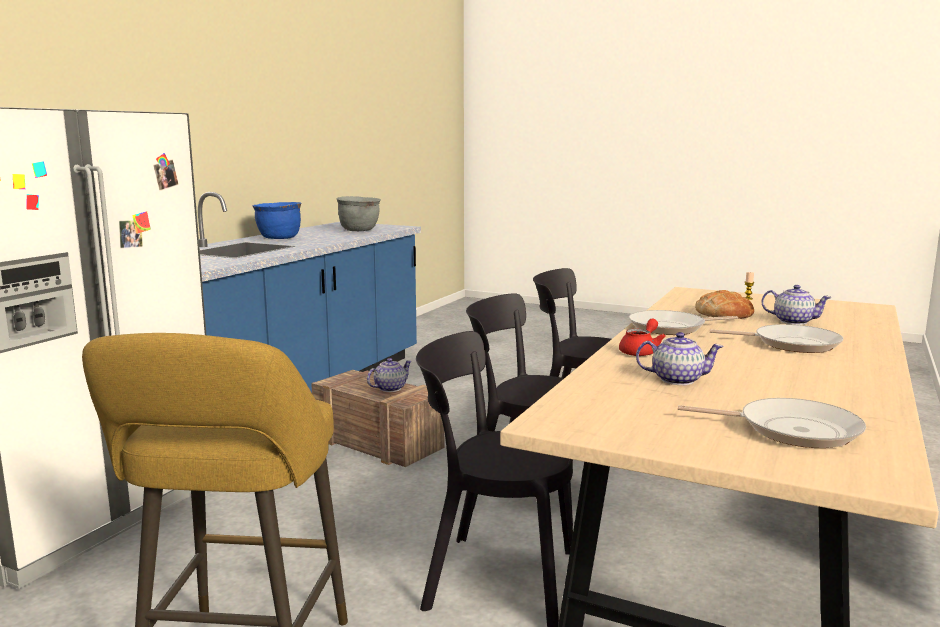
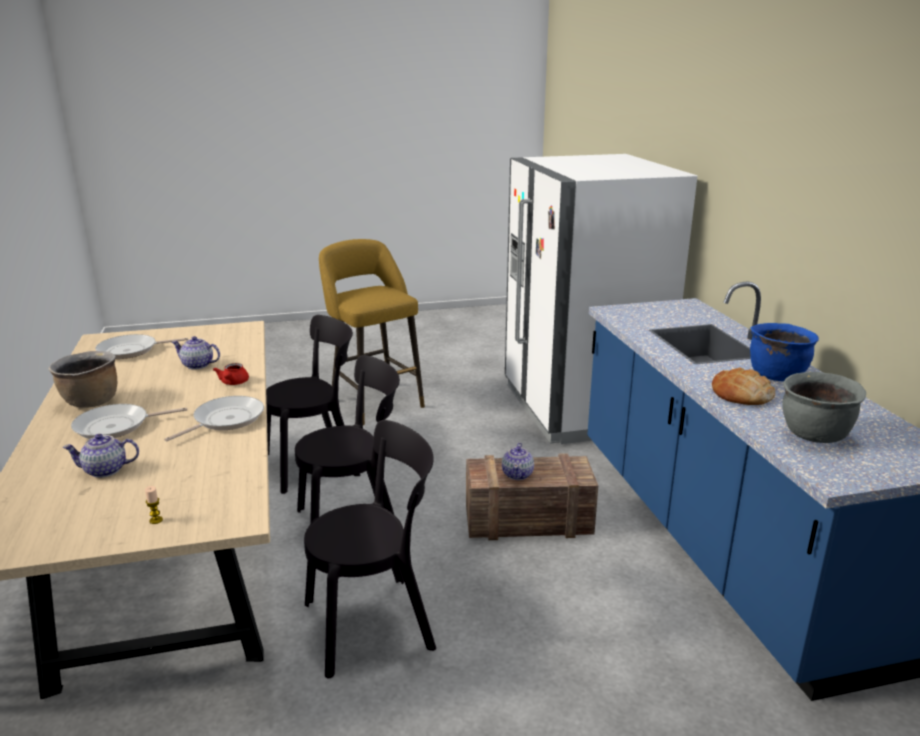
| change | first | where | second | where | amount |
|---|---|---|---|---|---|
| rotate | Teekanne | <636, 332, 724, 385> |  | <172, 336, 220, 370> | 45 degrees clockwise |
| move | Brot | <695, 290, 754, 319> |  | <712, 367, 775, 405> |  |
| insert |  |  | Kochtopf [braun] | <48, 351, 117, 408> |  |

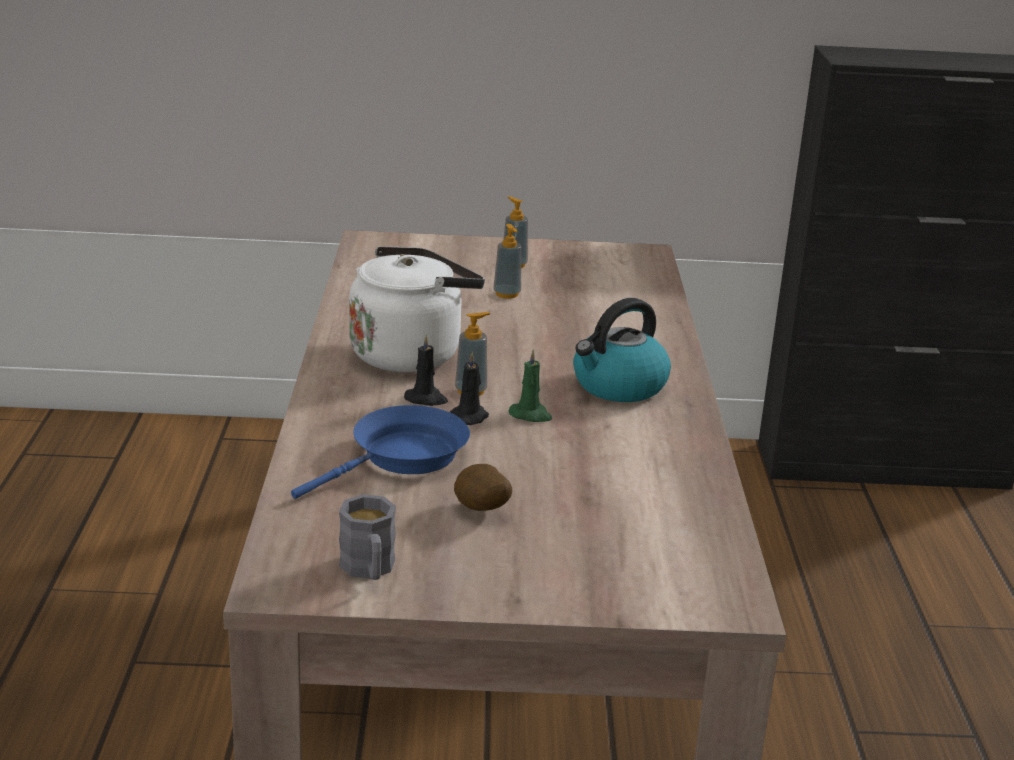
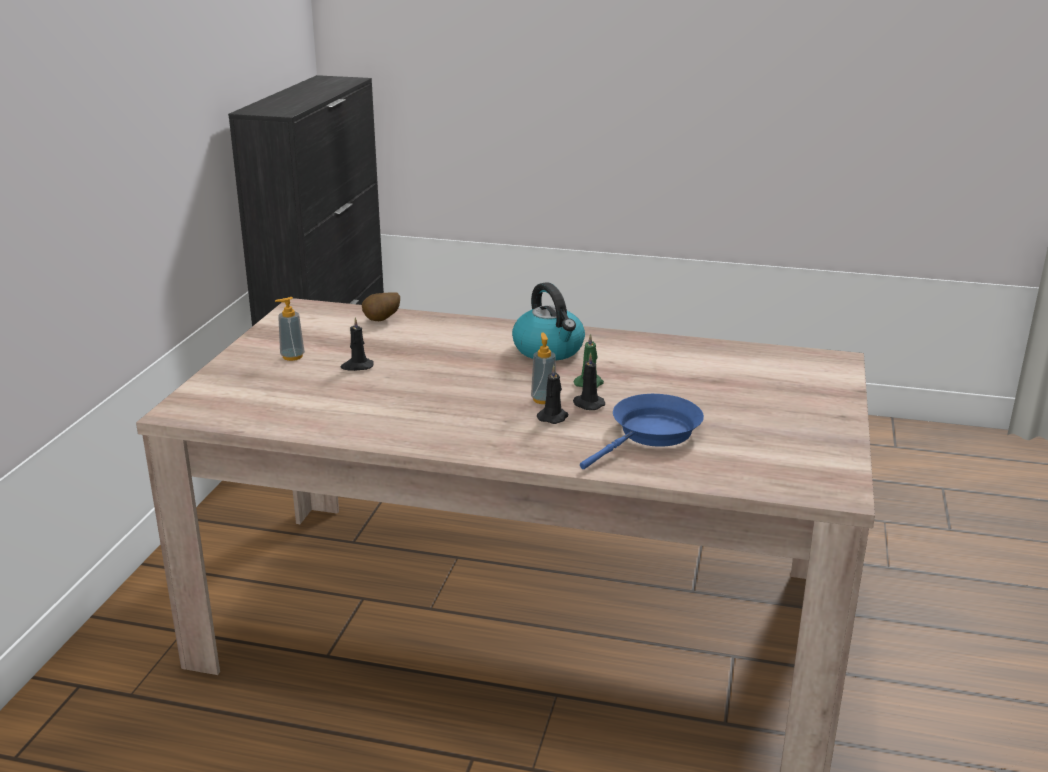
| change | first | where | second | where | amount |
|---|---|---|---|---|---|
| rotate | Pfanne [blau] | <291, 405, 470, 499> |  | <580, 394, 704, 469> | 75 degrees clockwise |
| delete | Henkelbecher [grau] | <339, 494, 396, 580> |  |  |  |
| delete | Wasserkessel [weiß] | <349, 246, 485, 372> |  |  |  |
| move | Kartoffel | <454, 464, 512, 511> |  | <362, 292, 400, 321> |  |
| replace | Seifenspender | <493, 224, 521, 299> | Kerze [schwarz] | <341, 317, 374, 371> |  |

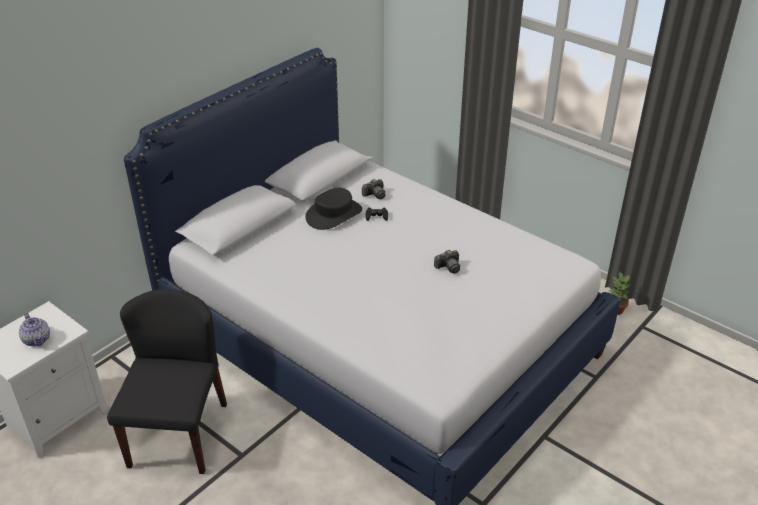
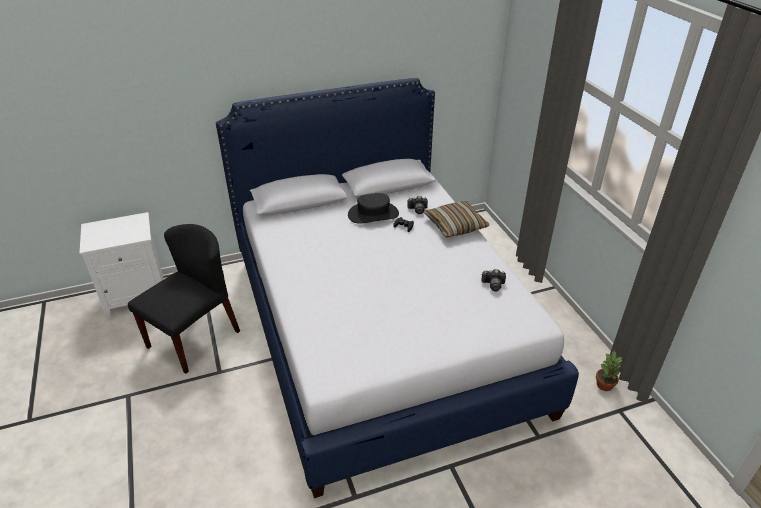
| change | first | where | second | where | amount |
|---|---|---|---|---|---|
| delete | Teekanne | <19, 313, 50, 346> |  |  |  |
| move | Kamera | <434, 250, 460, 274> |  | <481, 269, 506, 291> |  |
| insert |  |  | Kissen | <424, 201, 489, 238> |  |

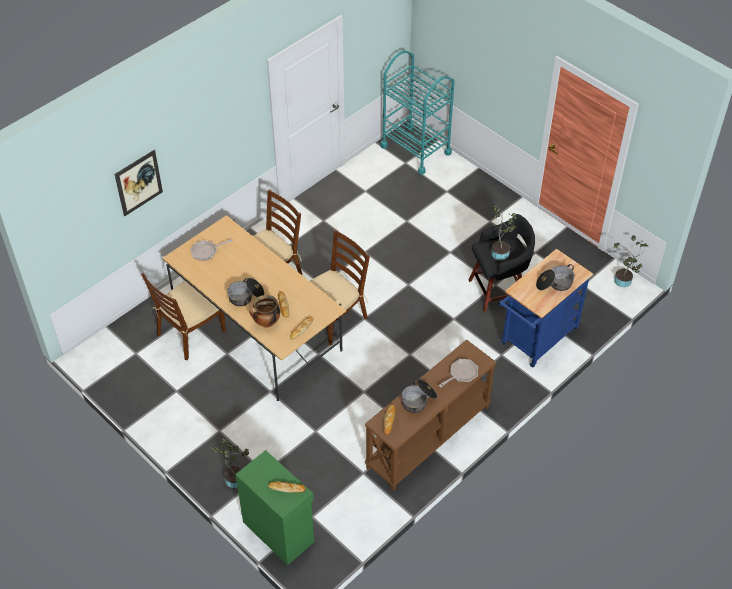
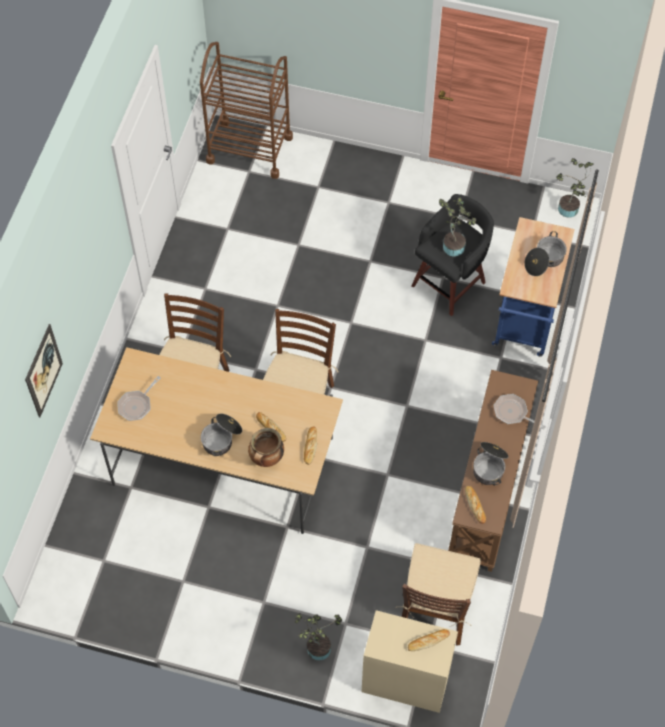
| change | first | where | second | where | amount |
|---|---|---|---|---|---|
| move | Stuhl [braun] | <141, 273, 226, 360> |  | <395, 543, 481, 646> |  |
| recolor | Schrank [grün] | <235, 450, 314, 565> | Schrank [beige] | <361, 610, 458, 713> |  |
| recolor | Rollwagen [türkis] | <380, 50, 455, 175> | Rollwagen [braun] | <200, 42, 293, 179> |  |
| rotate | Pfanne | <439, 359, 478, 387> |  | <493, 394, 546, 430> | 75 degrees counterclockwise |

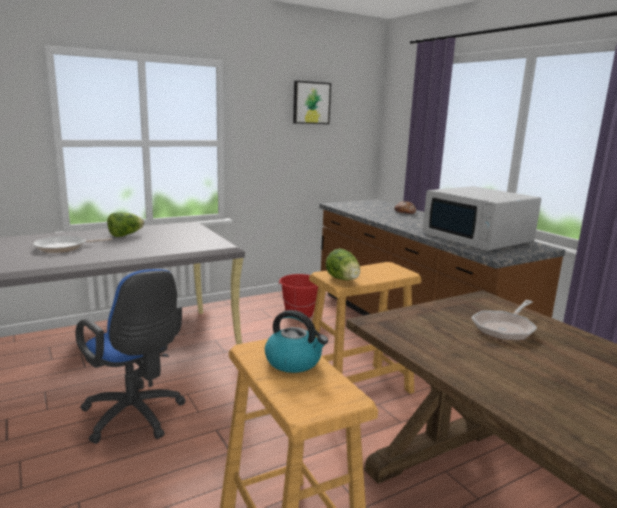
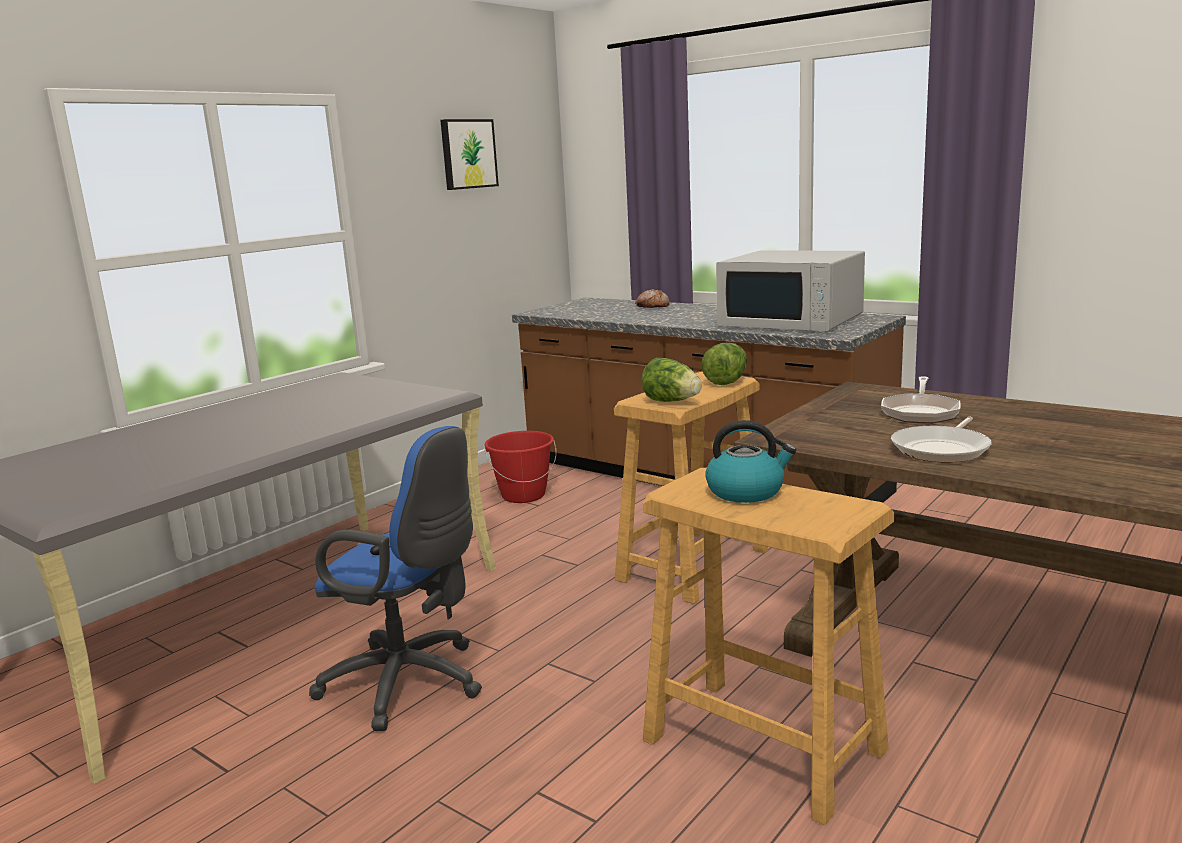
| change | first | where | second | where | amount |
|---|---|---|---|---|---|
| move | Pfanne | <33, 236, 112, 253> |  | <891, 416, 992, 463> |  |
| move | Salatkopf | <107, 212, 144, 237> |  | <701, 343, 747, 385> |  |

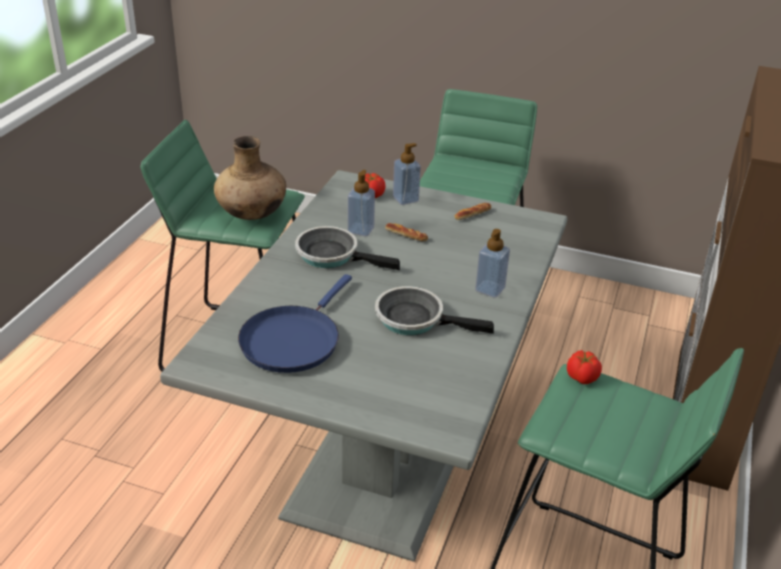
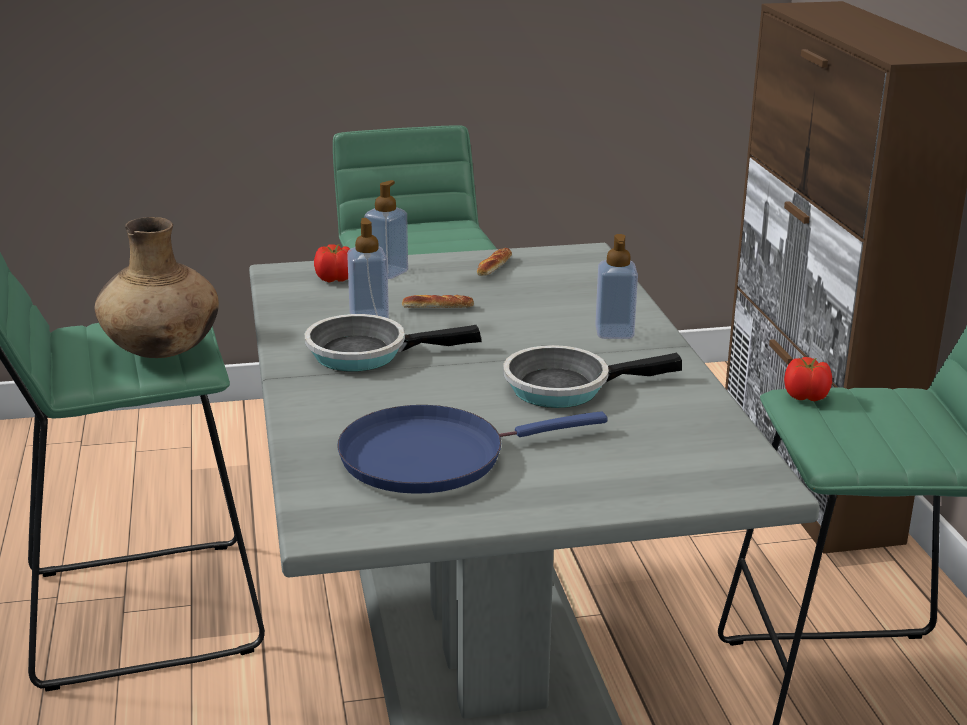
| change | first | where | second | where | amount |
|---|---|---|---|---|---|
| rotate | Pfanne [blau] | <238, 274, 352, 373> |  | <337, 405, 607, 494> | 75 degrees clockwise |

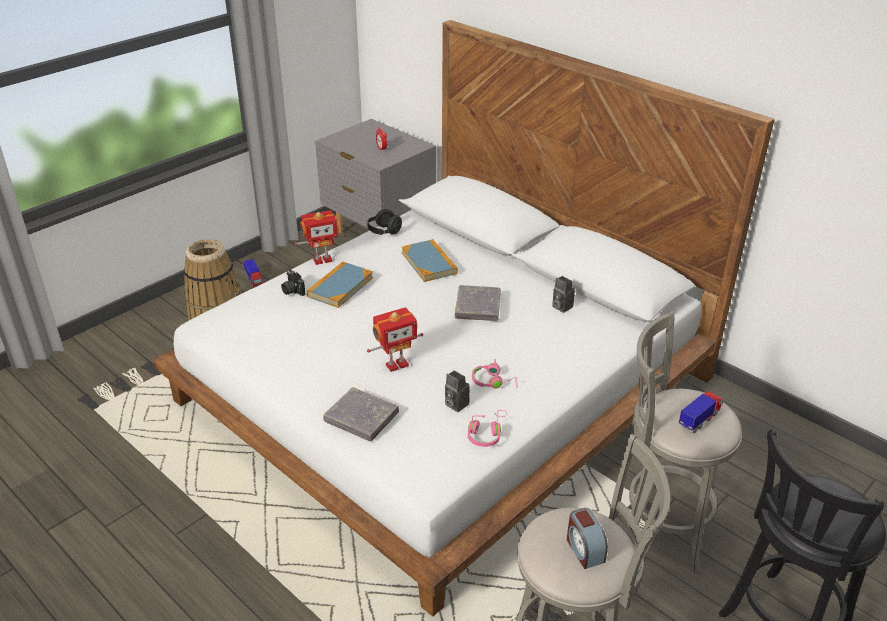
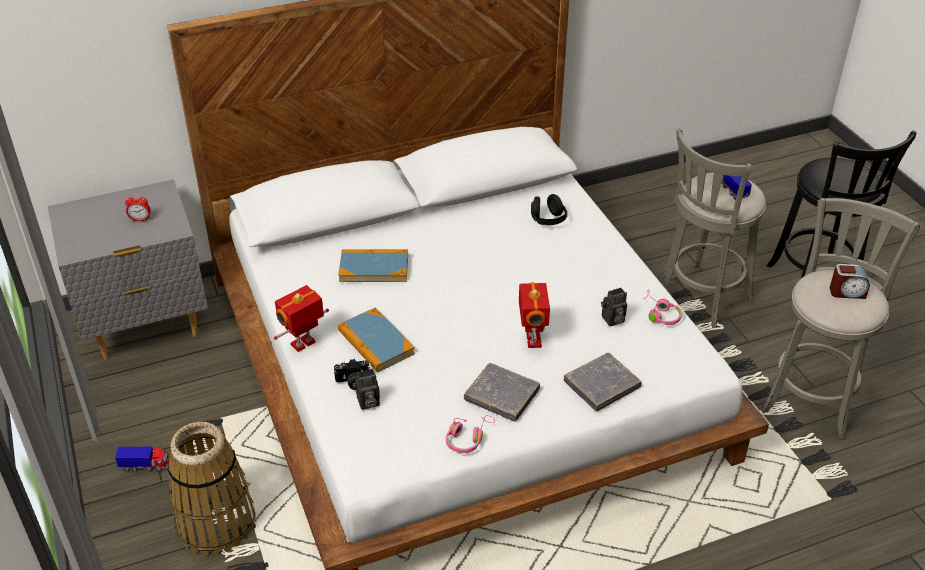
| change | first | where | second | where | amount |
|---|---|---|---|---|---|
| rotate | Spielzeugroboter | <295, 210, 346, 265> |  | <274, 285, 329, 352> | 135 degrees counterclockwise |
| move | Kopfhörer [schwarz] | <366, 209, 402, 235> |  | <531, 194, 568, 225> |  |
| move | Buch [grau] | <455, 285, 501, 321> |  | <464, 363, 540, 422> |  |
| move | Kopfhörer [rosa] | <472, 359, 518, 389> |  | <446, 415, 495, 453> |  |
| move | Kamera | <552, 276, 575, 313> |  | <353, 369, 380, 410> |  |

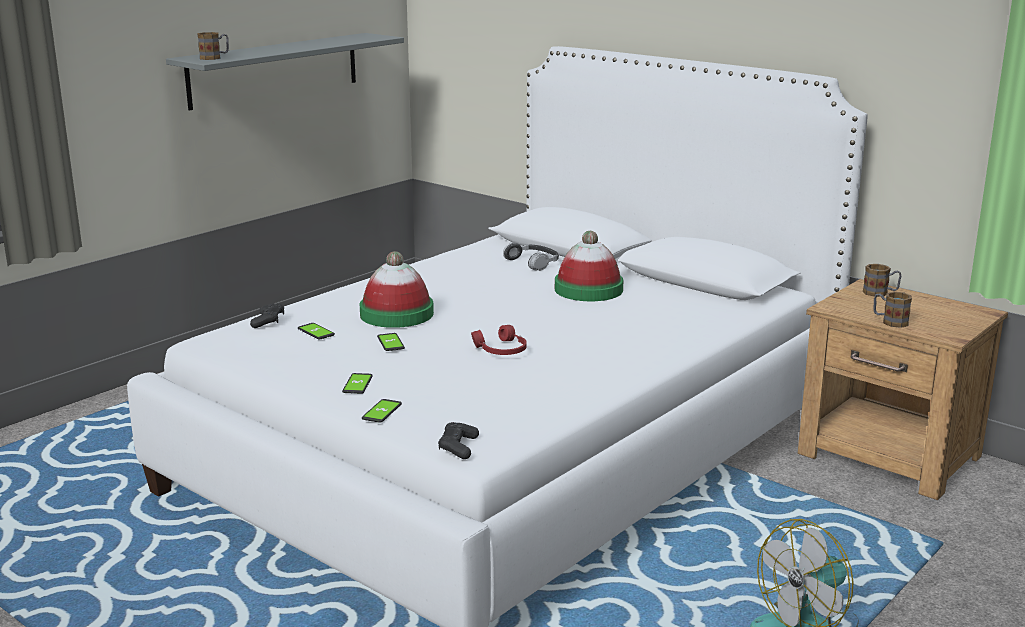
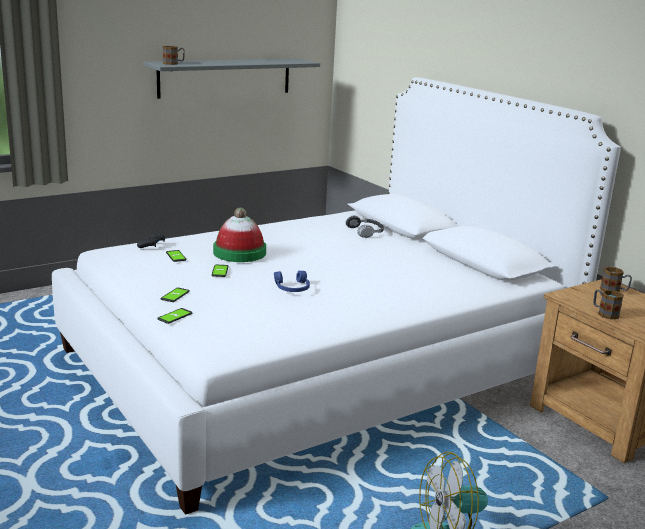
| change | first | where | second | where | amount |
|---|---|---|---|---|---|
| delete | Gamepad [schwarz] | <438, 422, 479, 459> |  |  |  |
| recolor | Kopfhörer [rot] | <471, 325, 527, 355> | Kopfhörer [blau] | <274, 271, 310, 292> |  |
| delete | Hut | <555, 231, 624, 301> |  |  |  |

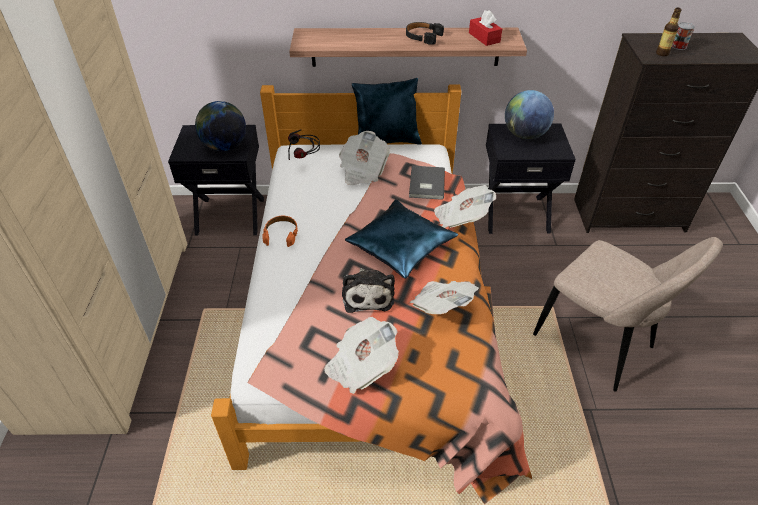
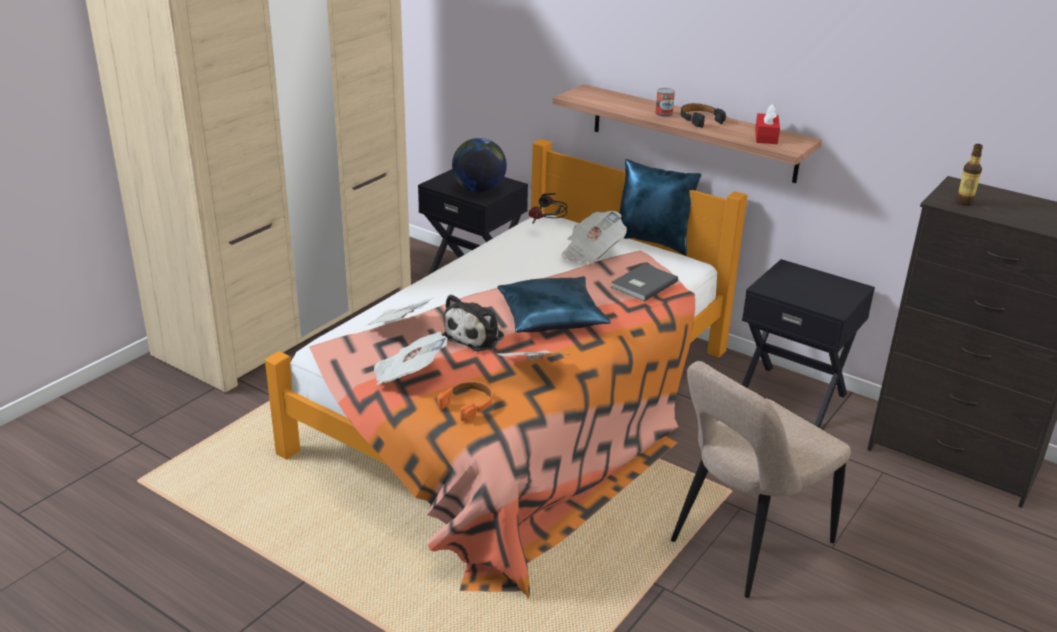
| change | first | where | second | where | amount |
|---|---|---|---|---|---|
| move | Kopfhörer [orange] | <262, 216, 298, 247> |  | <437, 381, 492, 421> |  |
| move | Zeitung | <434, 185, 496, 228> |  | <367, 297, 436, 325> |  |
| delete | Globus | <505, 90, 554, 139> |  |  |  |
| rotate | Stuhl [beige] | <533, 237, 723, 392> |  | <671, 361, 851, 598> | 60 degrees clockwise |
| move | Dose | <671, 22, 695, 50> |  | <655, 88, 675, 117> |  |

